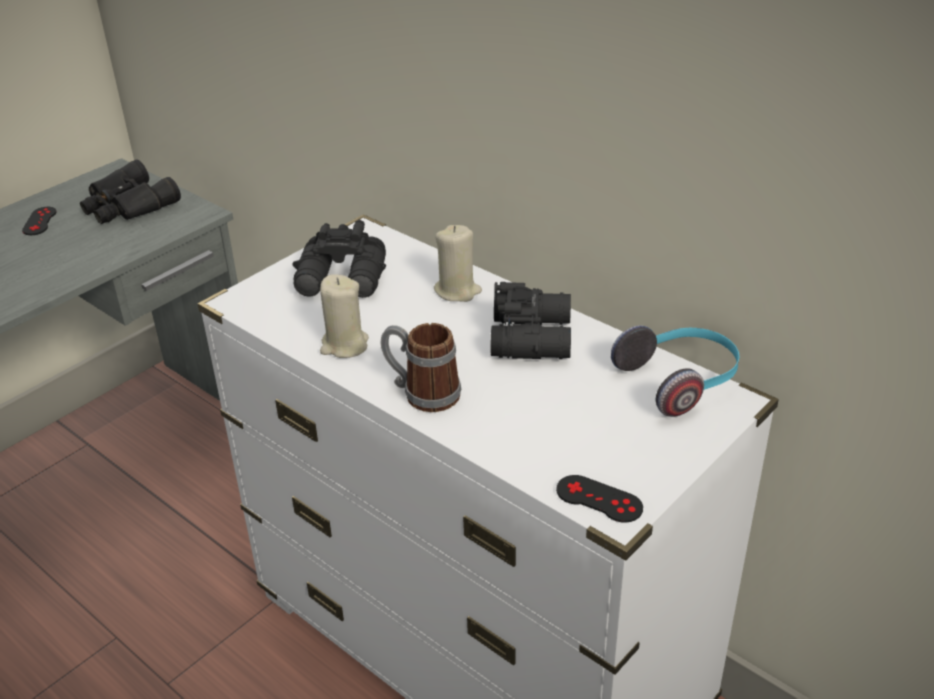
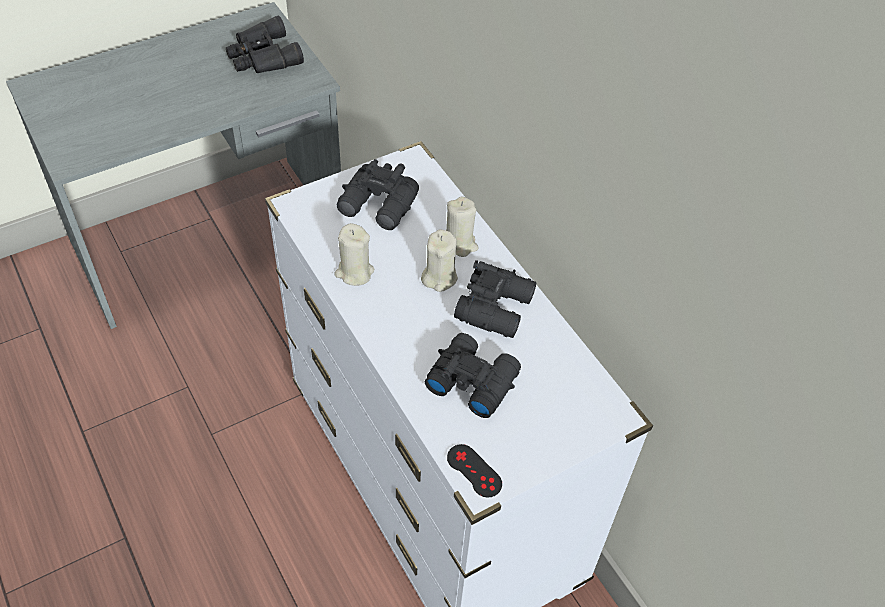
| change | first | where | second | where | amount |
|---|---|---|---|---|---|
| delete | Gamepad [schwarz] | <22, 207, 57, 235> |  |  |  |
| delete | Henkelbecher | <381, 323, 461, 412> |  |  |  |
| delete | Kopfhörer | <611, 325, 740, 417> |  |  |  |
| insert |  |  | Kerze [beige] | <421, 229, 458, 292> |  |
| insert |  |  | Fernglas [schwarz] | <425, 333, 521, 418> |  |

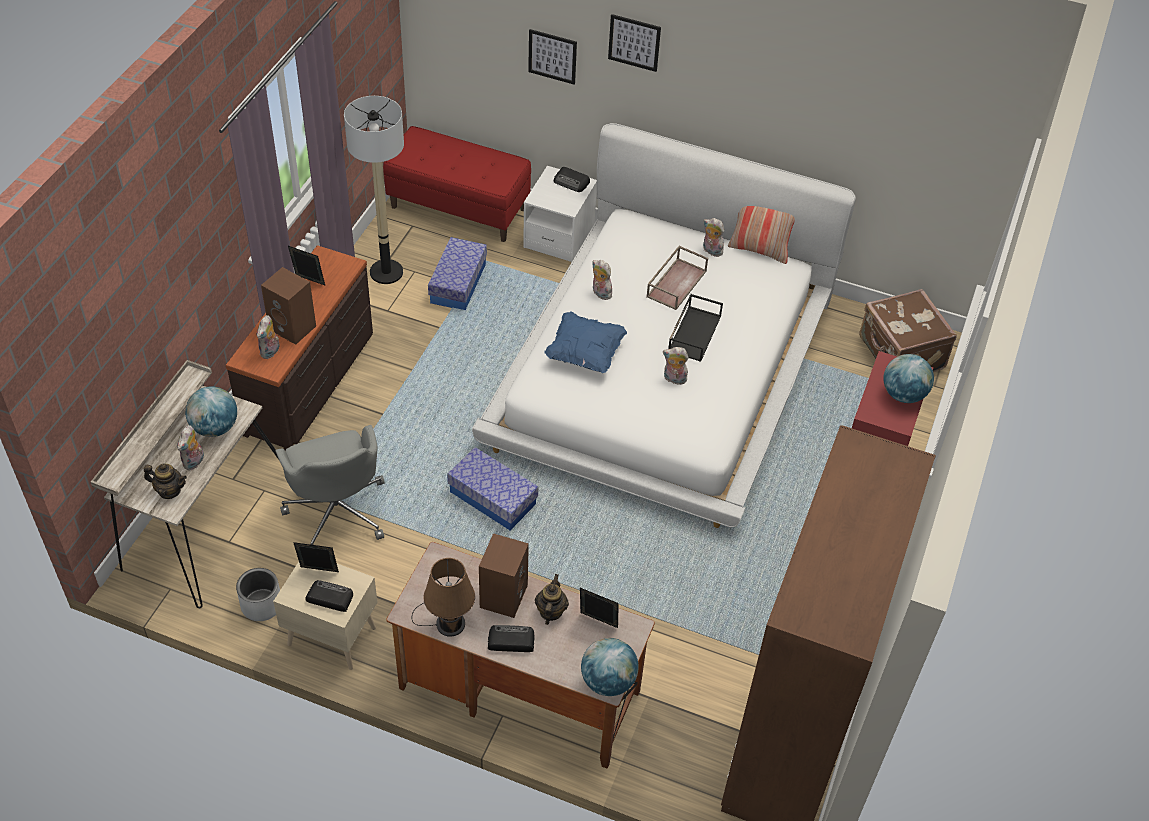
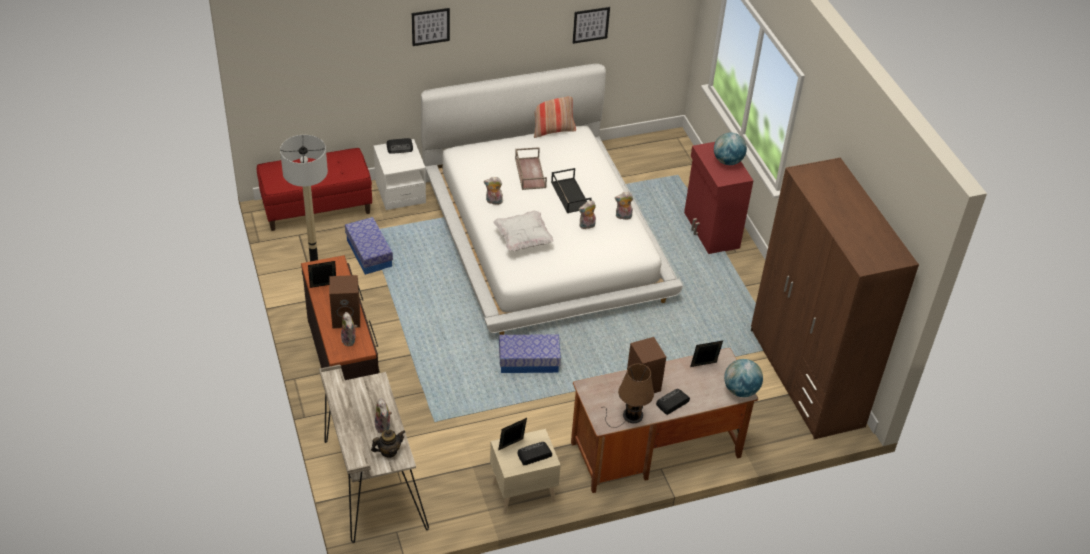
| change | first | where | second | where | amount |
|---|---|---|---|---|---|
| delete | Globus | <185, 387, 237, 437> |  |  |  |
| delete | Pflanzkübel [grau] | <236, 568, 280, 621> |  |  |  |
| delete | Bürostuhl [grau] | <275, 425, 385, 545> |  |  |  |
| move | Bild | <528, 29, 577, 85> |  | <573, 7, 610, 44> |  |
| delete | Teekanne | <535, 574, 569, 625> |  |  |  |
| recolor | Kissen [blau] | <544, 312, 627, 373> | Kissen [weiß] | <493, 211, 553, 251> |  |
| move | Plüschtier | <703, 218, 724, 257> |  | <615, 192, 633, 220> |  |
| delete | Koffer [braun] | <859, 289, 957, 372> |  |  |  |

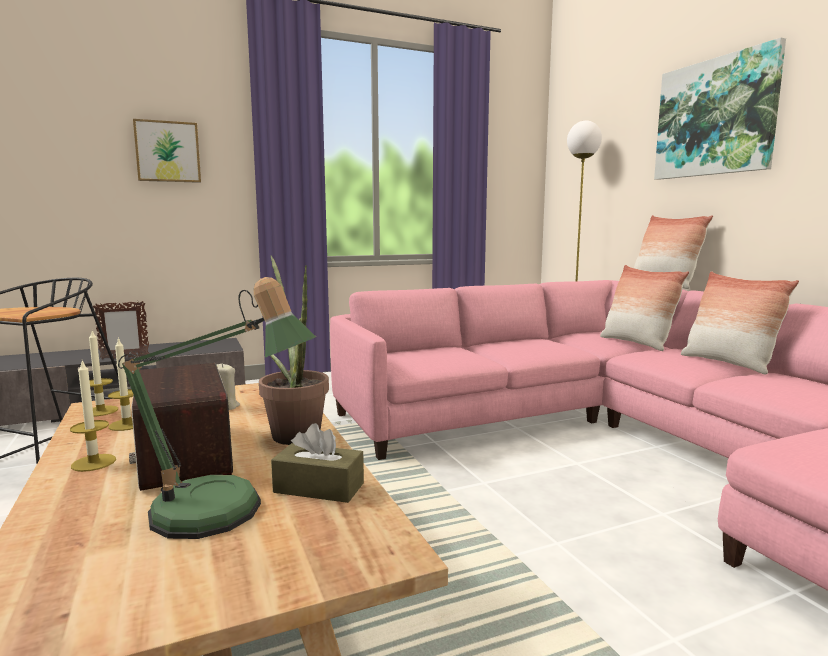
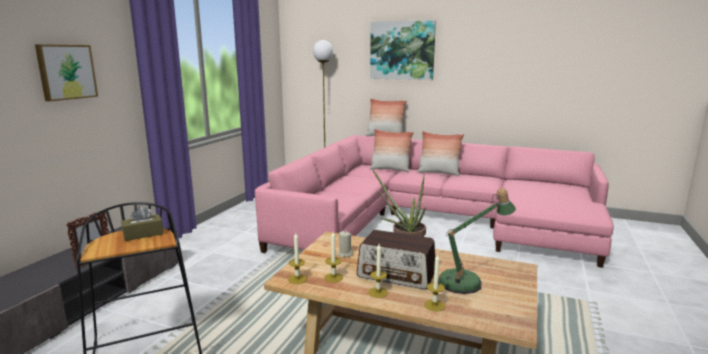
| change | first | where | second | where | amount |
|---|---|---|---|---|---|
| move | Taschentuchbox [braun] | <271, 423, 364, 503> |  | <121, 206, 164, 241> |  |
| insert |  |  | Kerze | <424, 254, 445, 311> |  |

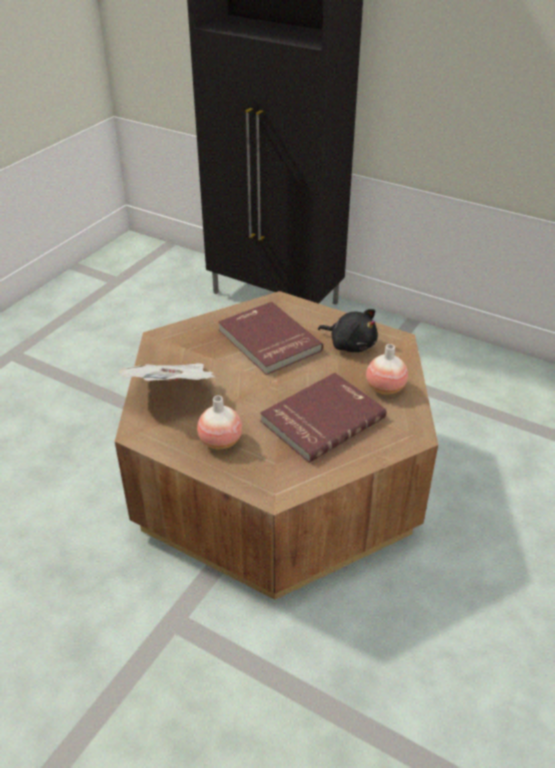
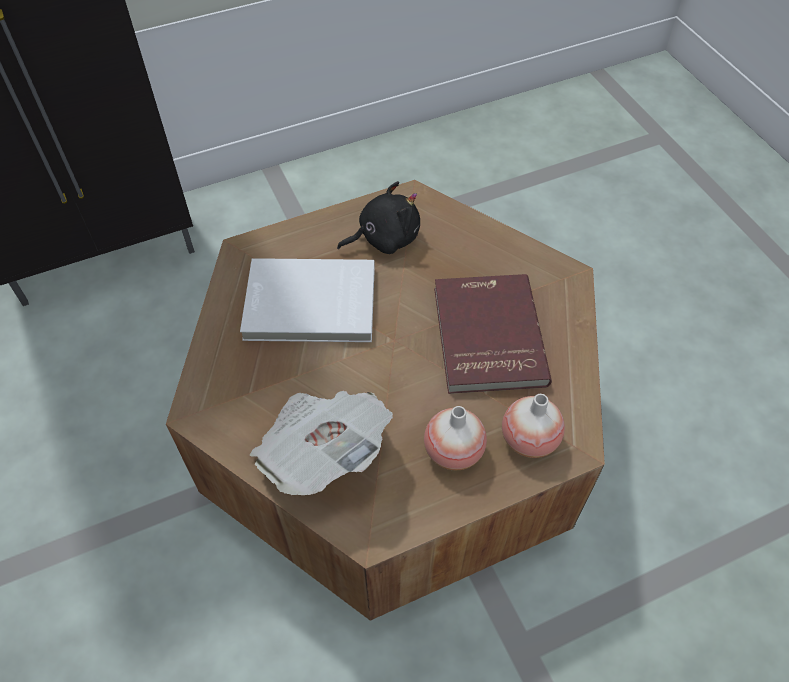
| change | first | where | second | where | amount |
|---|---|---|---|---|---|
| recolor | Buch [rot] | <218, 302, 323, 375> | Buch [weiß] | <240, 258, 375, 342> |  |
| move | Vase | <366, 344, 408, 395> |  | <502, 394, 565, 458> |  |

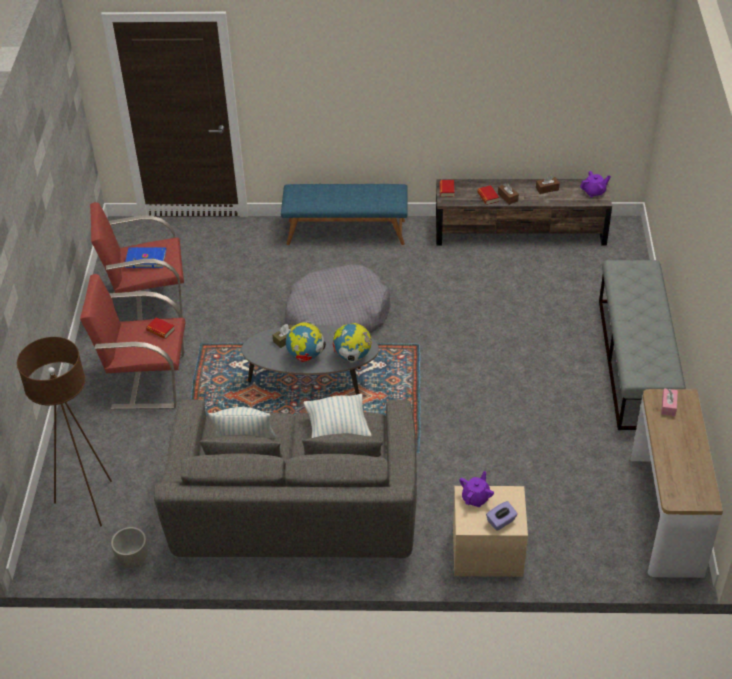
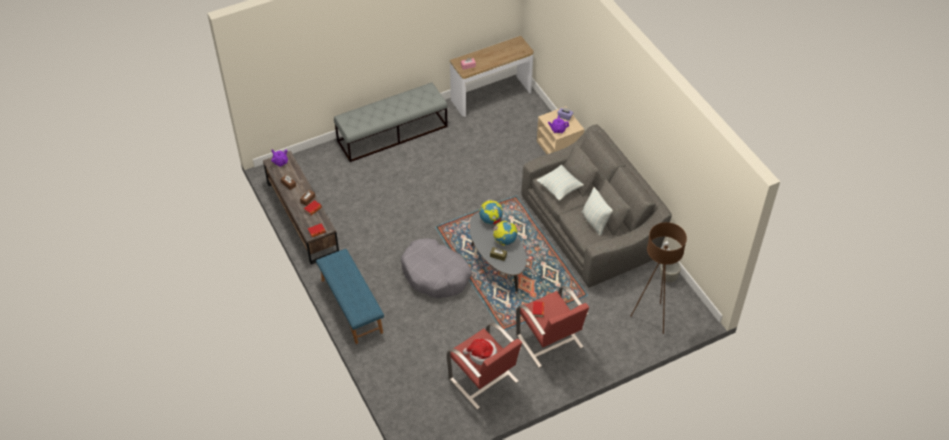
| change | first | where | second | where | amount |
|---|---|---|---|---|---|
| replace | Buch [blau] | <125, 247, 166, 268> | Hut | <463, 339, 497, 365> |  |

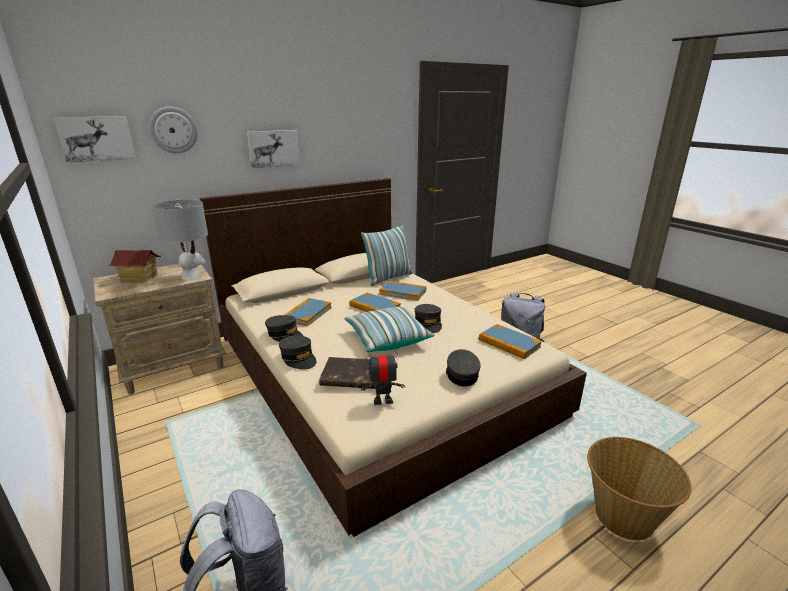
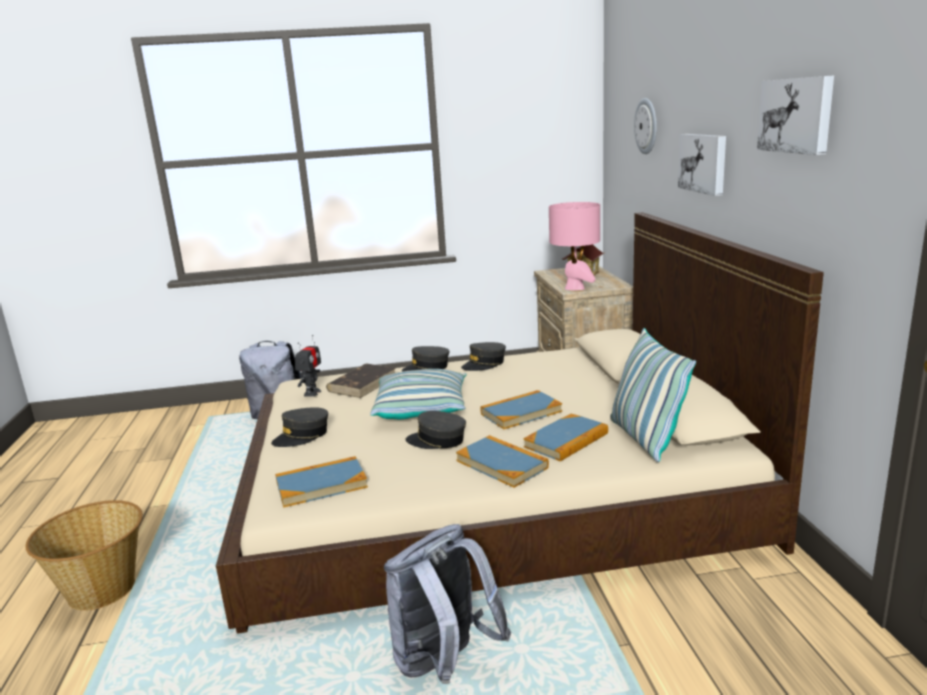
| change | first | where | second | where | amount |
|---|---|---|---|---|---|
| move | Bild | <54, 116, 136, 163> |  | <757, 76, 834, 155> |  |
| recolor | Tischlampe [grau] | <152, 199, 208, 280> | Tischlampe [rosa] | <549, 202, 600, 290> |  |
| move | Buch | <284, 298, 332, 327> |  | <456, 435, 549, 488> |  |
| rotate | Kappe [grau] | <446, 349, 481, 387> |  | <271, 407, 328, 447> | 120 degrees clockwise |

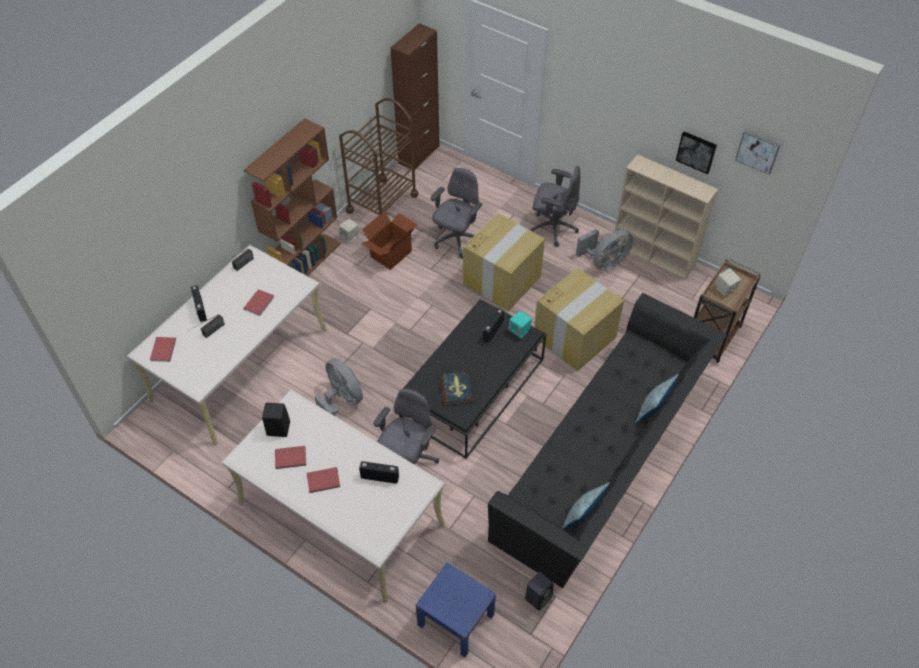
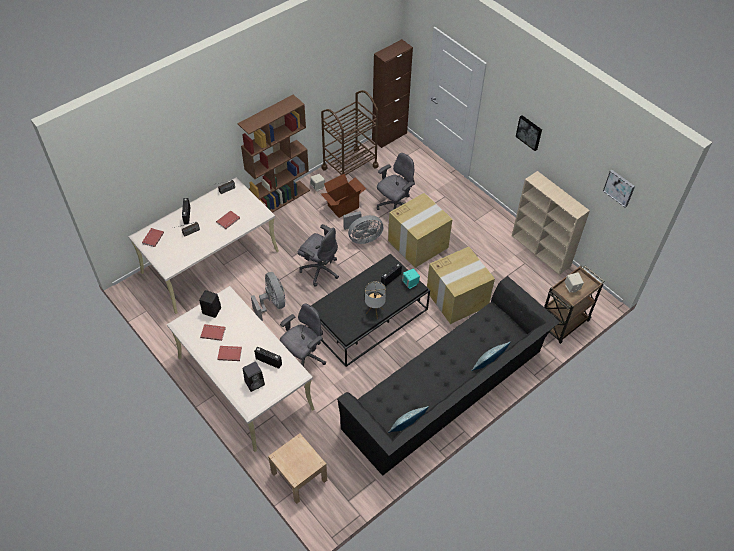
| change | first | where | second | where | amount |
|---|---|---|---|---|---|
| recolor | Nachttisch [blau] | <416, 562, 496, 657> | Nachttisch [beige] | <268, 433, 327, 504> |  |
| delete | Buch | <440, 371, 473, 406> |  |  |  |
| move | Lautsprecher [schwarz] | <525, 572, 553, 611> |  | <243, 362, 265, 392> |  |
| move | Bürostuhl [grau] | <531, 166, 580, 247> |  | <298, 224, 339, 287> |  |
| move | Ventilator [grau] | <576, 229, 634, 270> |  | <343, 211, 383, 244> |  |
| move | Bild | <676, 132, 717, 174> |  | <516, 115, 542, 151> |  |
| insert |  |  | Tischlampe | <365, 281, 386, 319> |  |

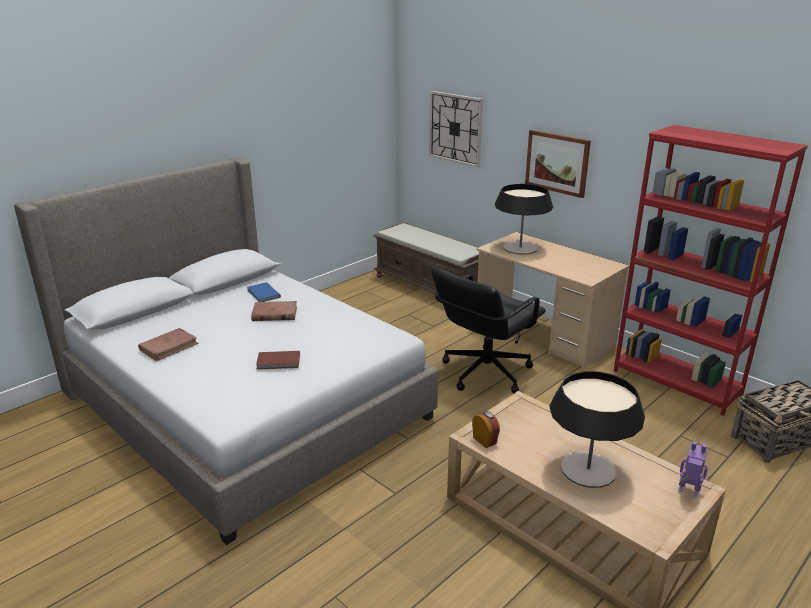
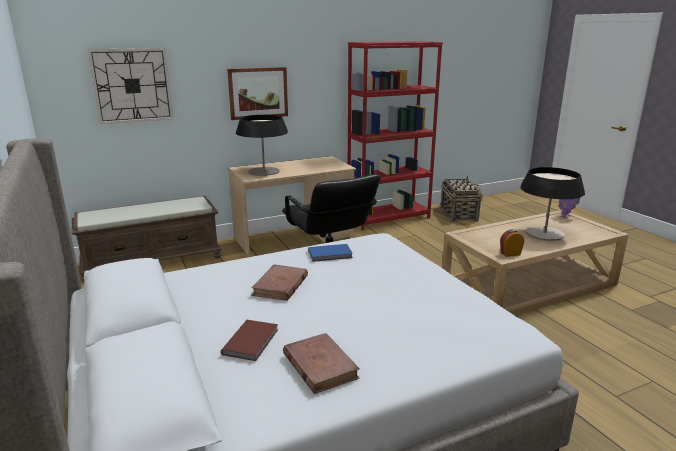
| change | first | where | second | where | amount |
|---|---|---|---|---|---|
| move | Buch [blau] | <247, 282, 281, 302> |  | <308, 244, 353, 262> |  |
| move | Buch [braun] | <256, 351, 300, 370> |  | <221, 320, 278, 361> |  |

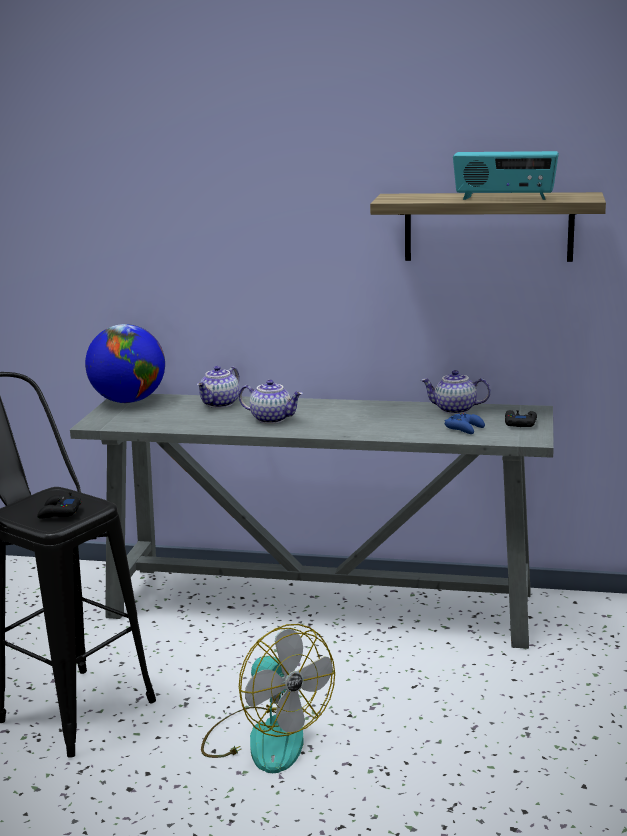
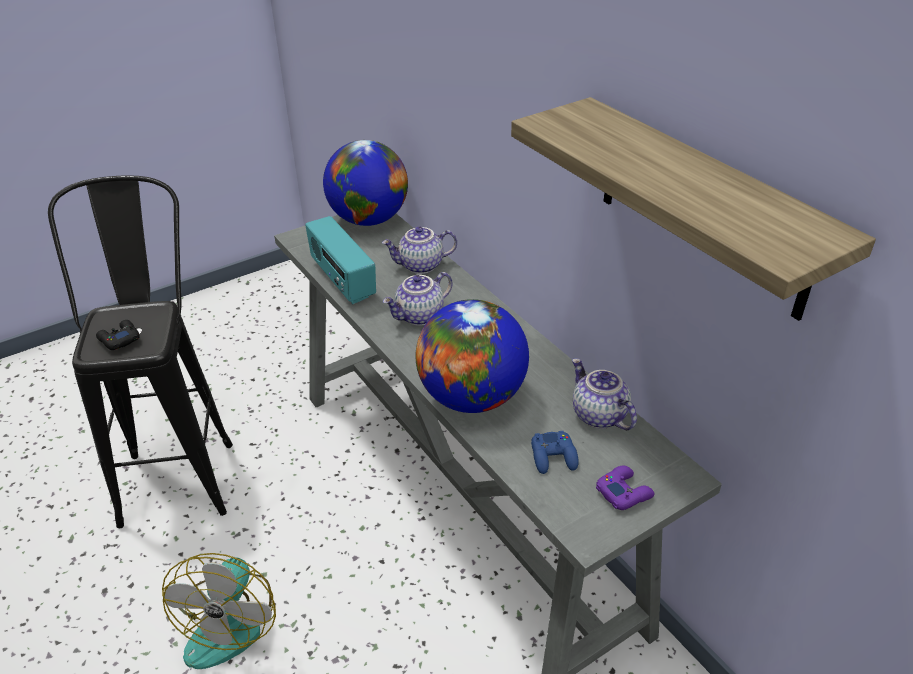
| change | first | where | second | where | amount |
|---|---|---|---|---|---|
| rotate | Teekanne | <239, 380, 303, 424> |  | <383, 272, 453, 326> | 75 degrees clockwise |
| move | Radio | <453, 151, 559, 200> |  | <305, 216, 376, 304> |  |
| recolor | Gamepad [schwarz] | <505, 410, 537, 427> | Gamepad [lila] | <596, 465, 655, 510> |  |
| insert |  |  | Globus | <415, 299, 529, 413> |  |

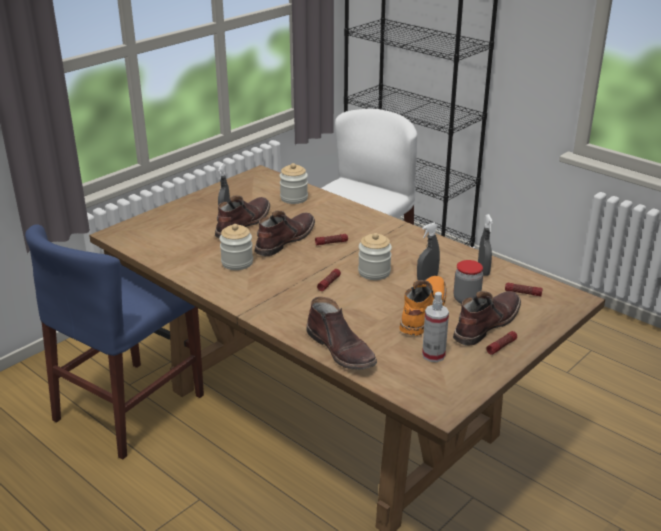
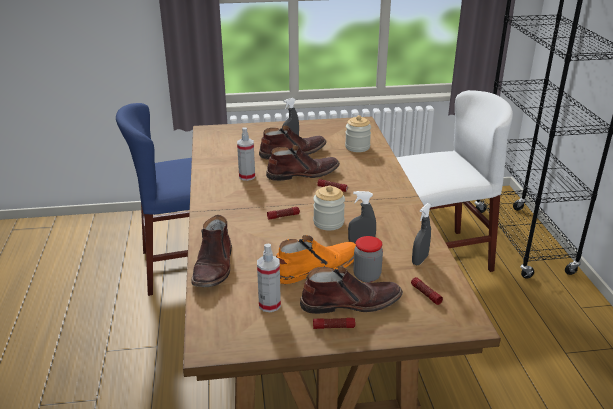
| change | first | where | second | where | amount |
|---|---|---|---|---|---|
| replace | Vorratsglas | <219, 224, 253, 270> | Sprühflasche | <237, 127, 255, 181> |  |

